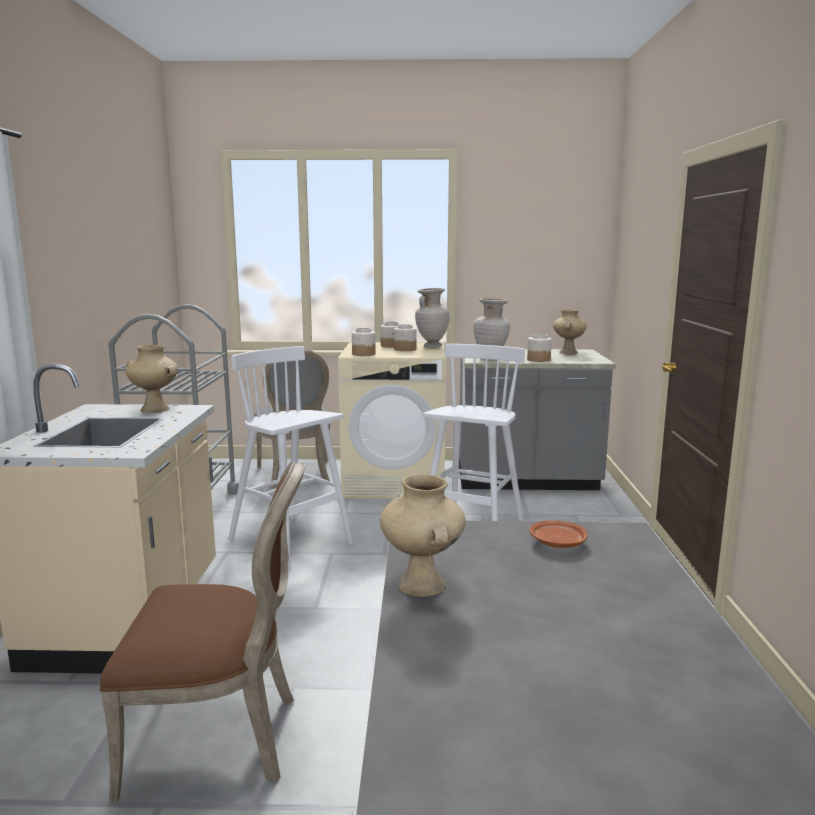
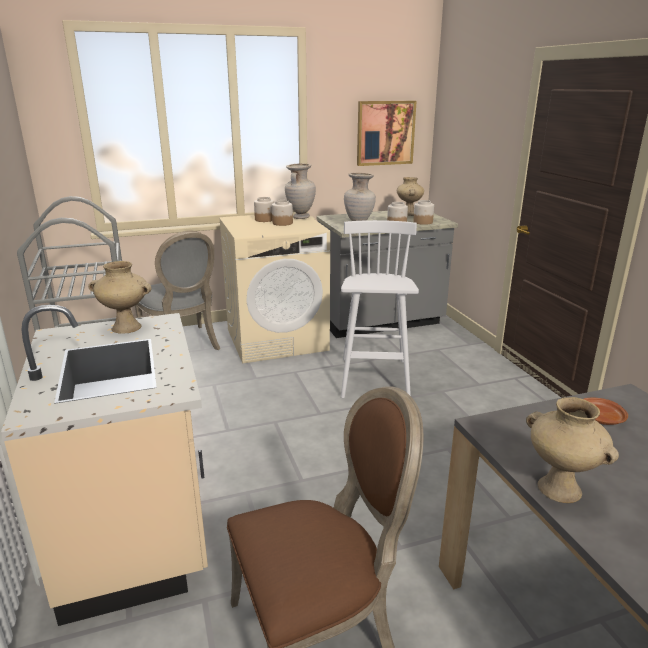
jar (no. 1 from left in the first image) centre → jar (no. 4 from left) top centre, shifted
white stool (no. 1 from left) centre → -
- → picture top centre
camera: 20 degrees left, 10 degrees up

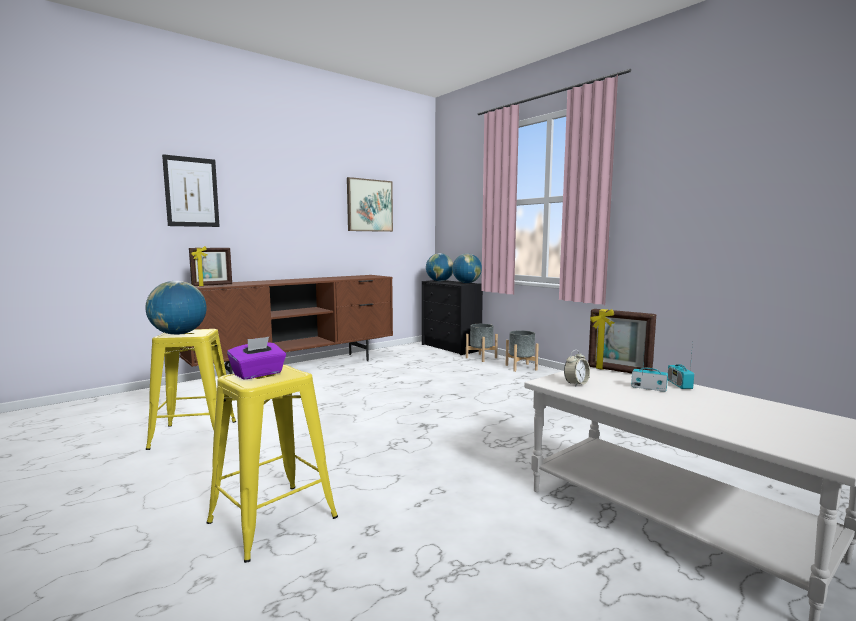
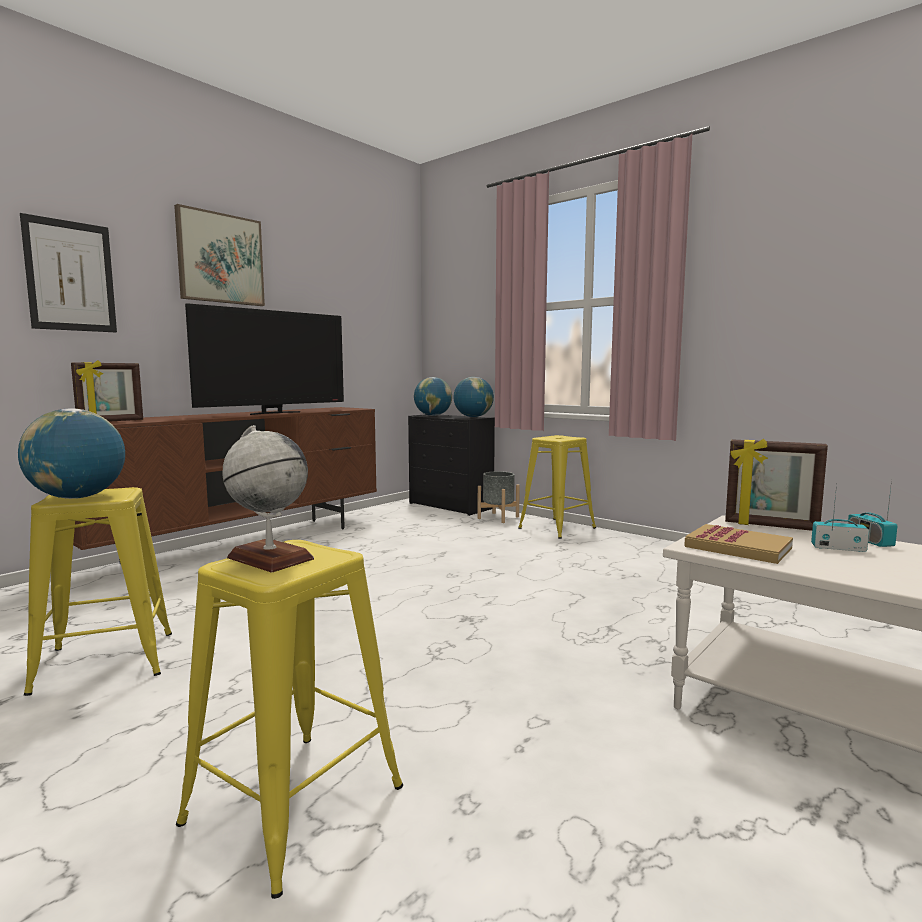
picture (no. 2 from left) top centre → picture (no. 2 from left) top left, shifted
grey planter (no. 2 from left) centre → yellow stool (no. 3 from left) centre
purple tissue box middle left → globe (no. 2 from left) middle left
alarm clock middle right → book middle right
- → television middle left
camera: 10 degrees left, 0 degrees up

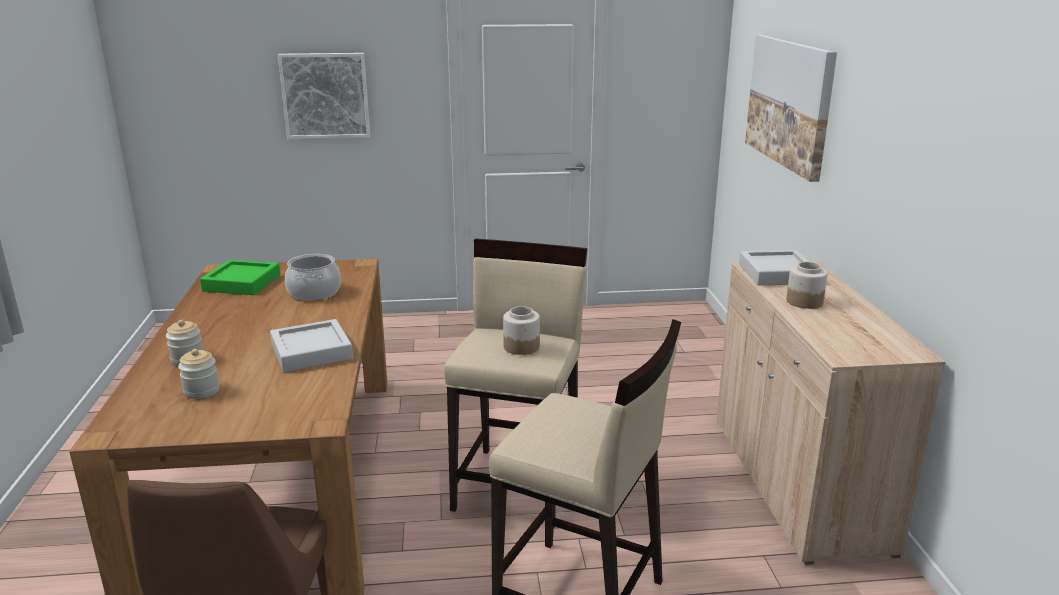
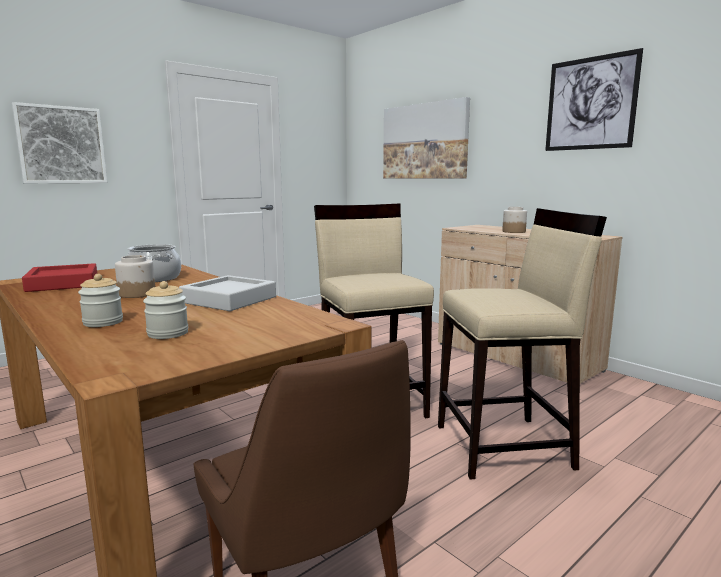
grey tray (no. 2 from left) middle right → -
green tray middle left → red tray middle left
jar (no. 3 from left in the first image) centre → jar (no. 2 from left) middle left, shifted
- → picture (no. 3 from left) top right
camera: 35 degrees left, 10 degrees down

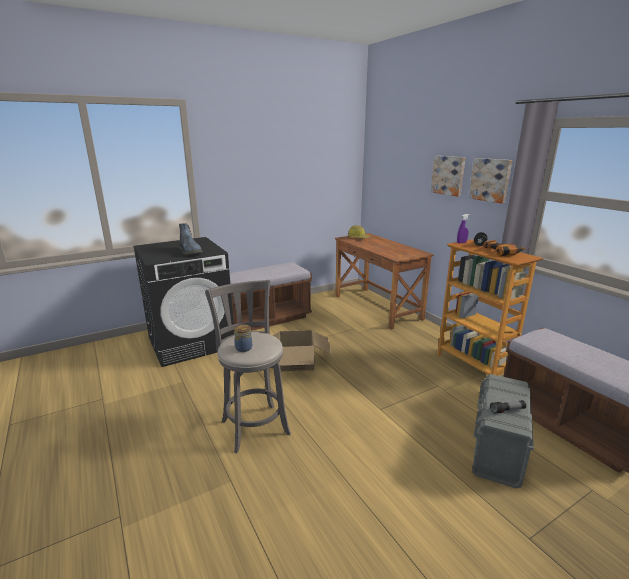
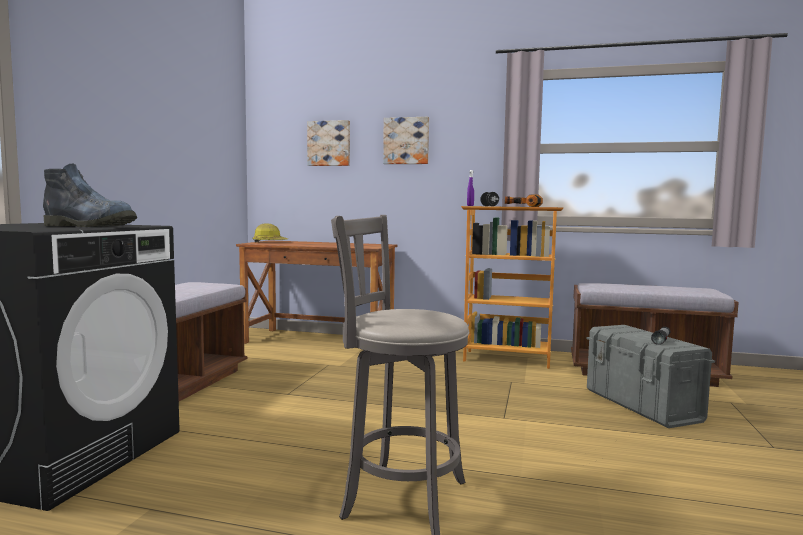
picture (no. 2 from left in the first image) top right → picture (no. 1 from left) top centre, shifted
jar centre → -
cardboard box centre → -
camera: 45 degrees left, 15 degrees down

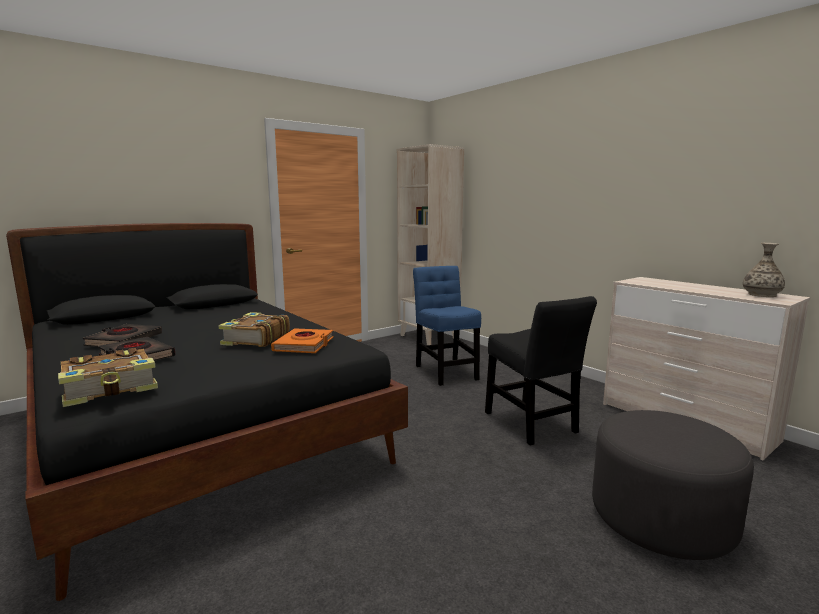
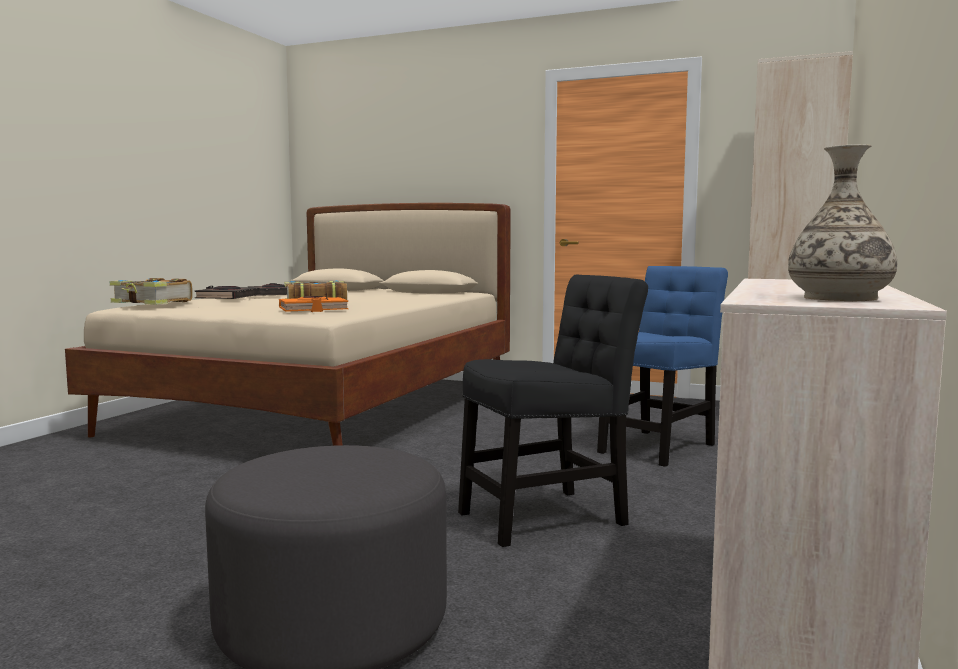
black bed bottom left → beige bed middle left
black chair centre, 150 degrees counterclockwise
camera: 60 degrees right, 5 degrees down

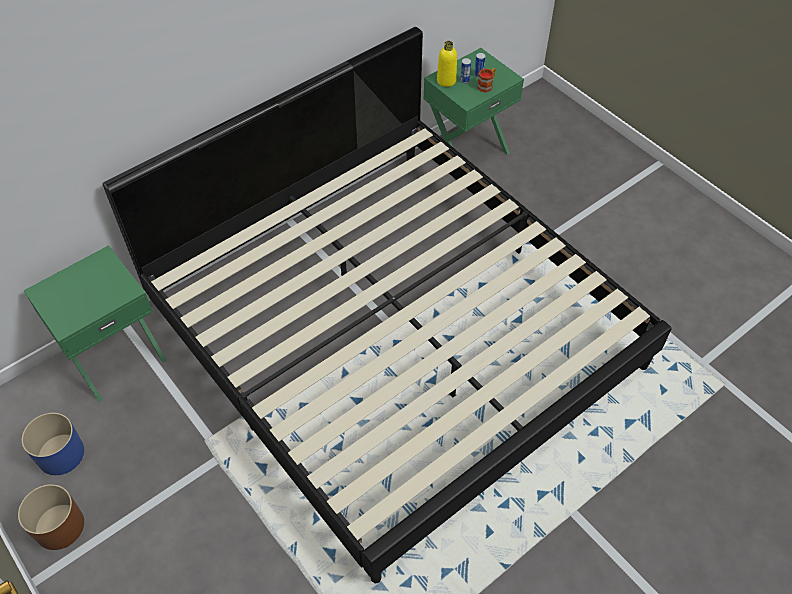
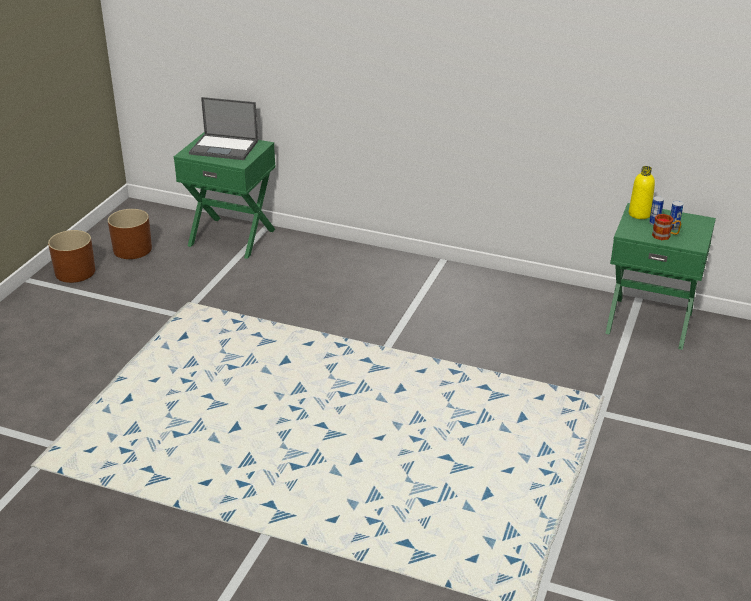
bed centre → -
blue planter bottom left → brown planter (no. 2 from left) middle left
- → laptop top left
camera: 60 degrees right, 20 degrees down

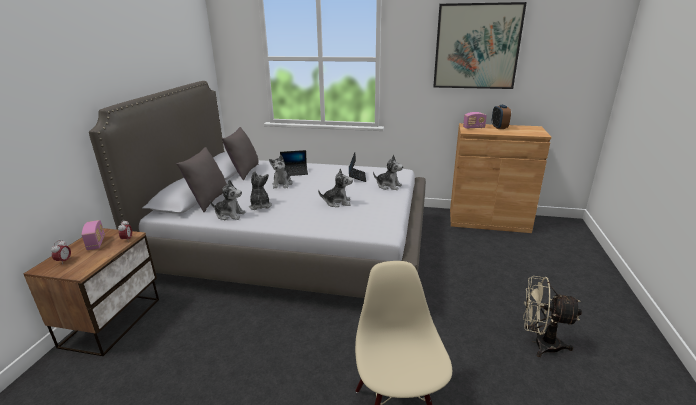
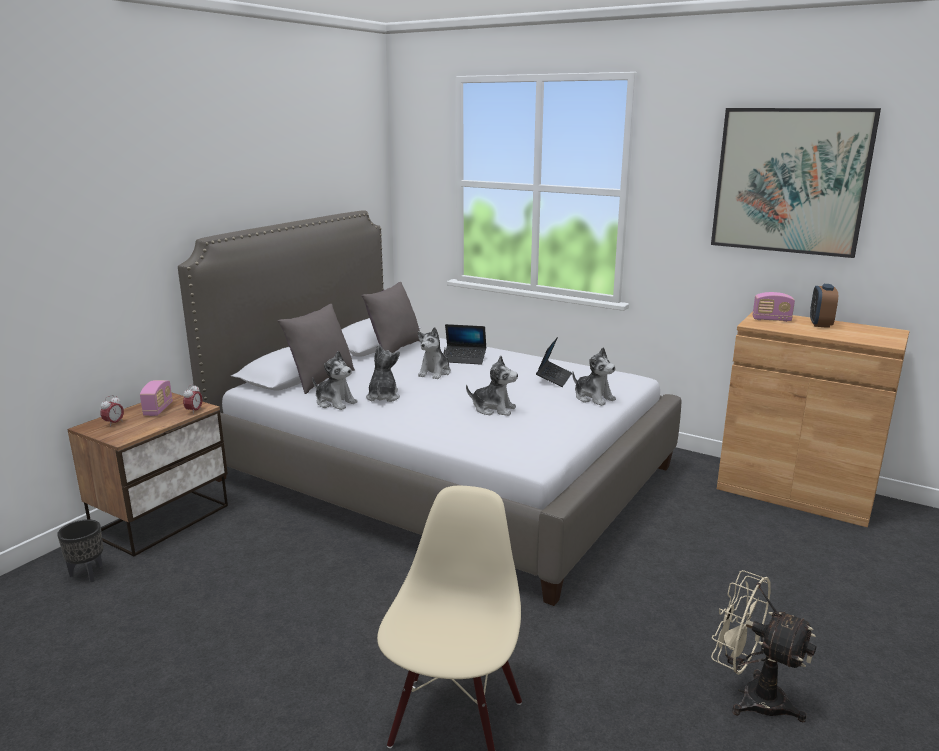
- → black planter bottom left
camera: 20 degrees right, 5 degrees down

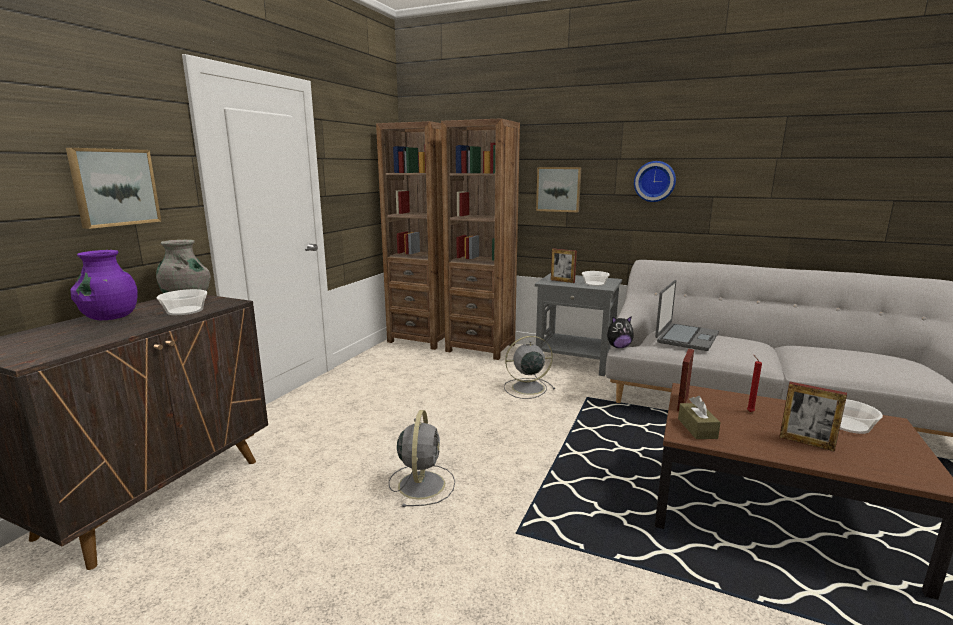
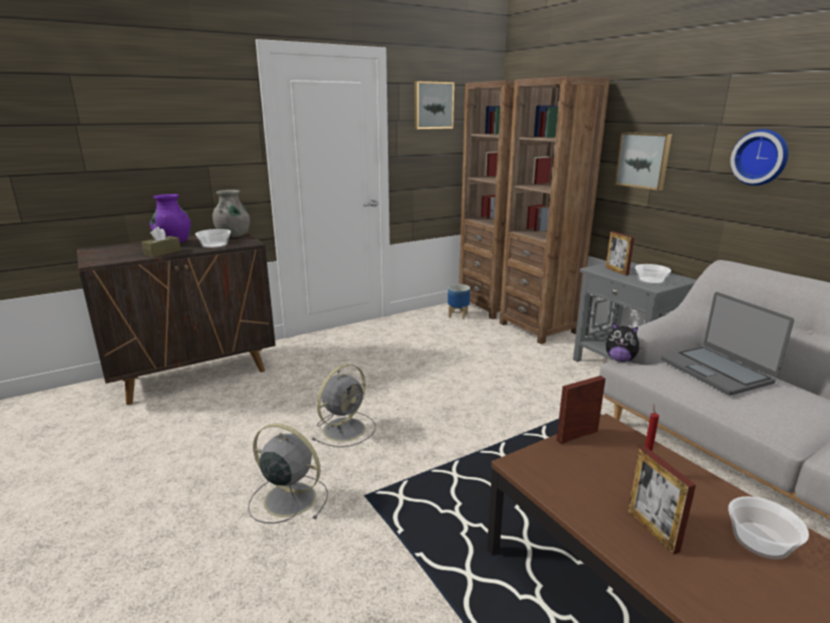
picture (no. 1 from left) top left → picture (no. 1 from left) top centre, shifted
laptop middle right, 90 degrees clockwise
grey fan (no. 2 from left in the first image) centre → grey fan (no. 1 from left) bottom centre, shifted
brown tissue box bottom right → brown tissue box middle left, shifted
- → planter centre
camera: 35 degrees right, 5 degrees up

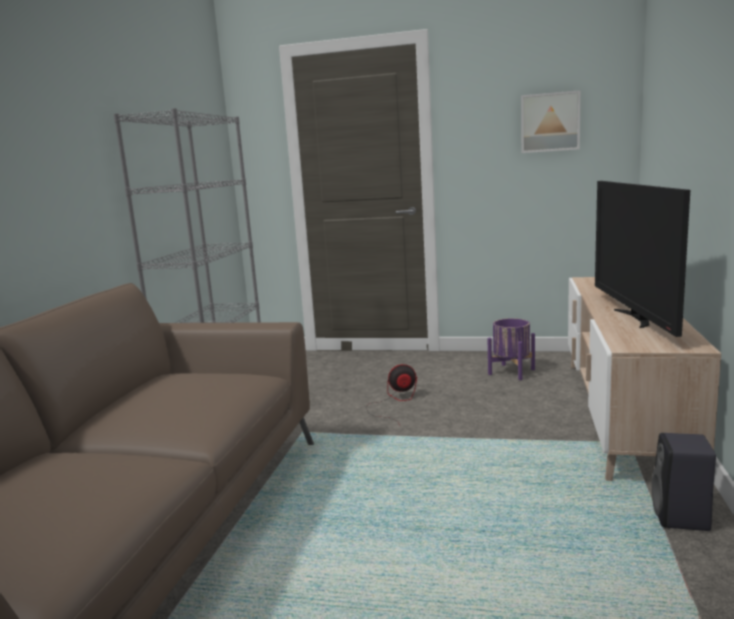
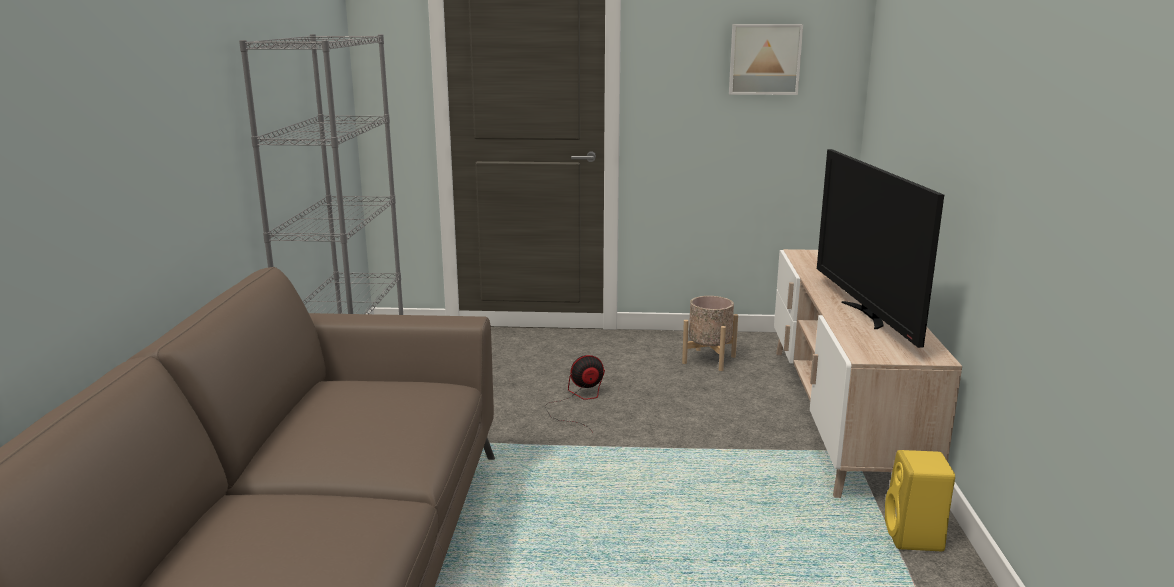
purple planter middle right → beige planter centre
black speaker bottom right → yellow speaker bottom right
camera: 10 degrees left, 5 degrees up

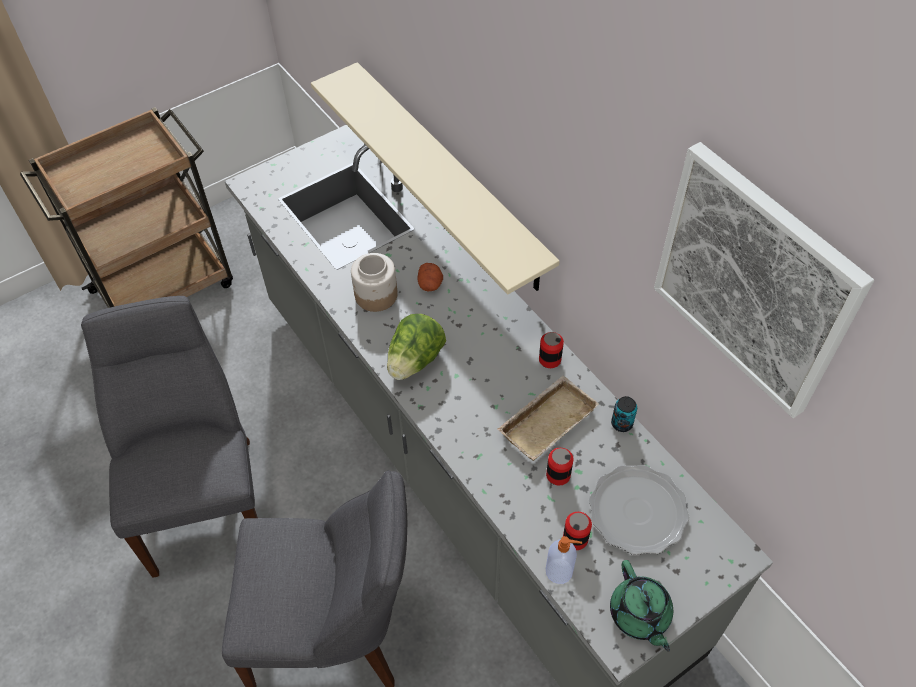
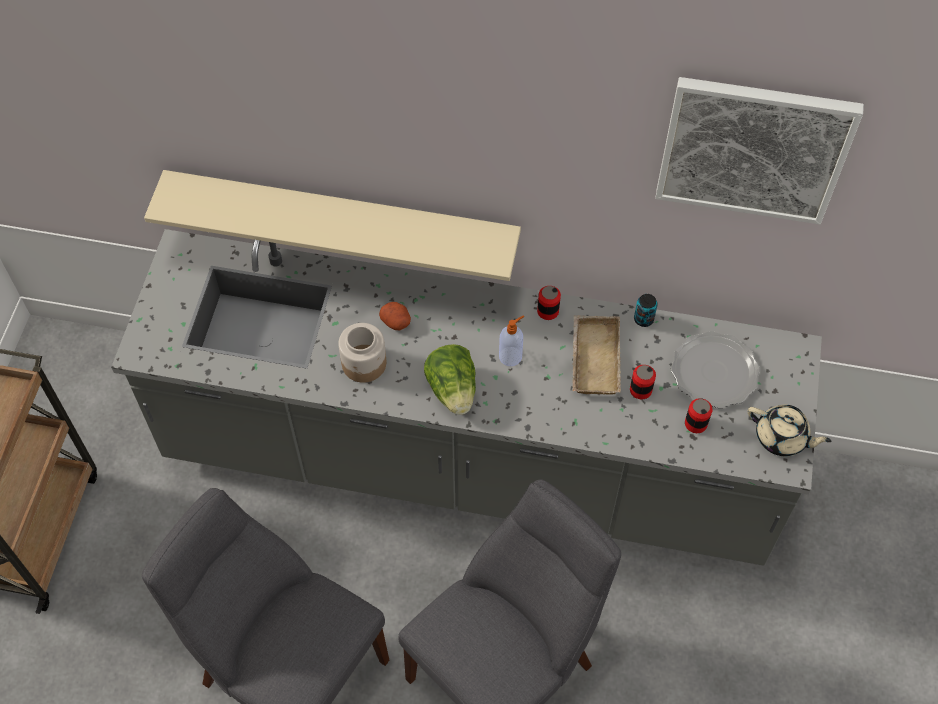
soap dispenser bottom centre → soap dispenser centre, shifted
green teapot bottom right → beige teapot middle right
camera: 45 degrees left, 5 degrees up

